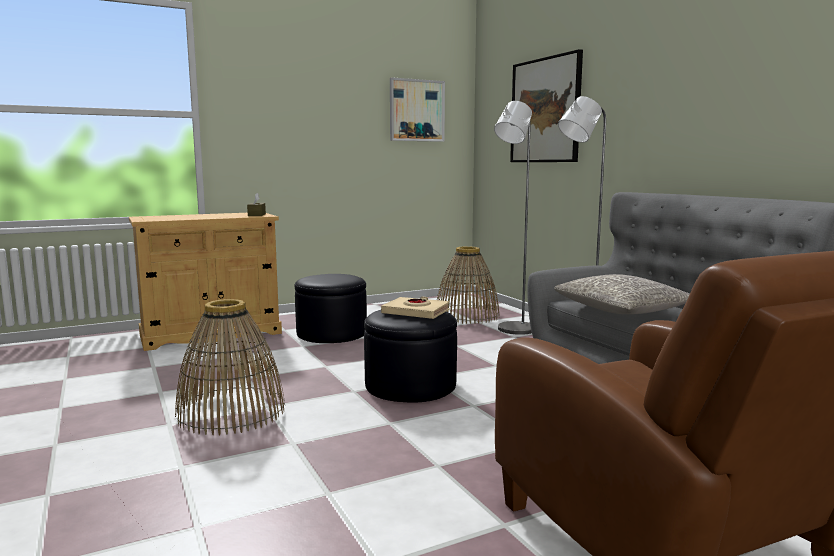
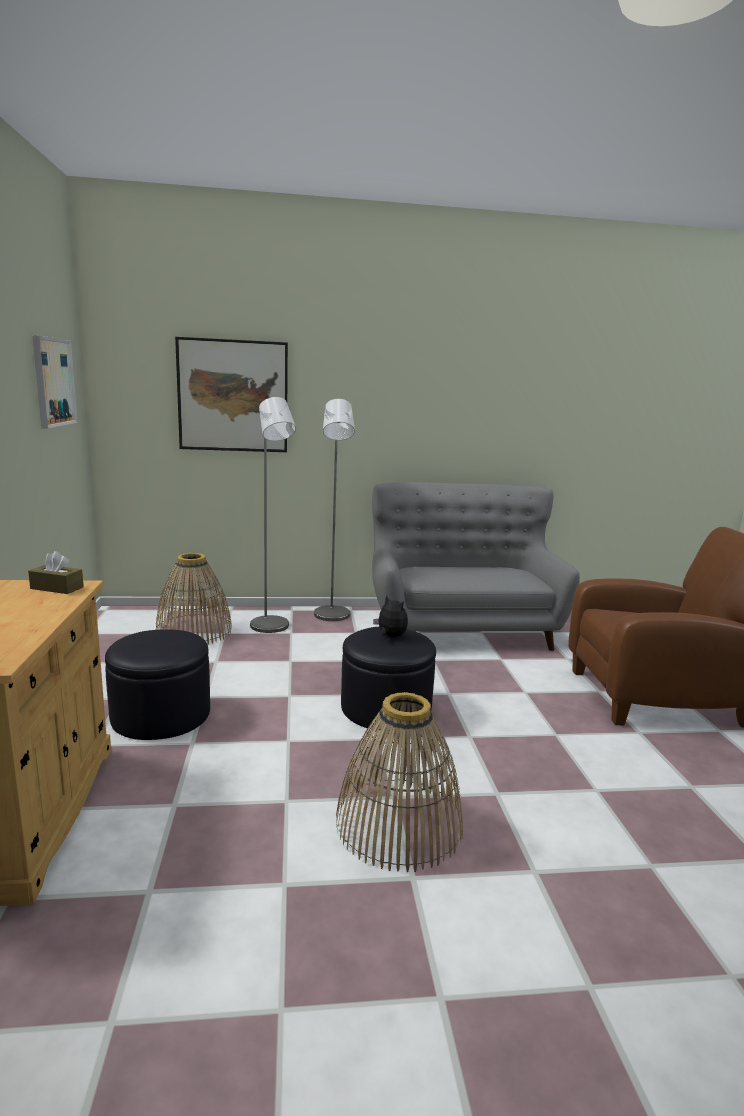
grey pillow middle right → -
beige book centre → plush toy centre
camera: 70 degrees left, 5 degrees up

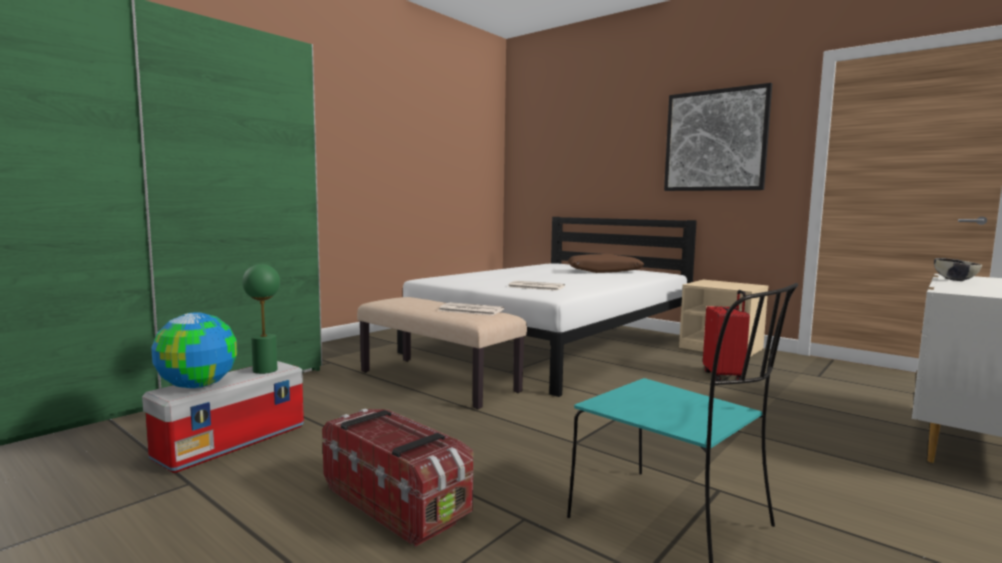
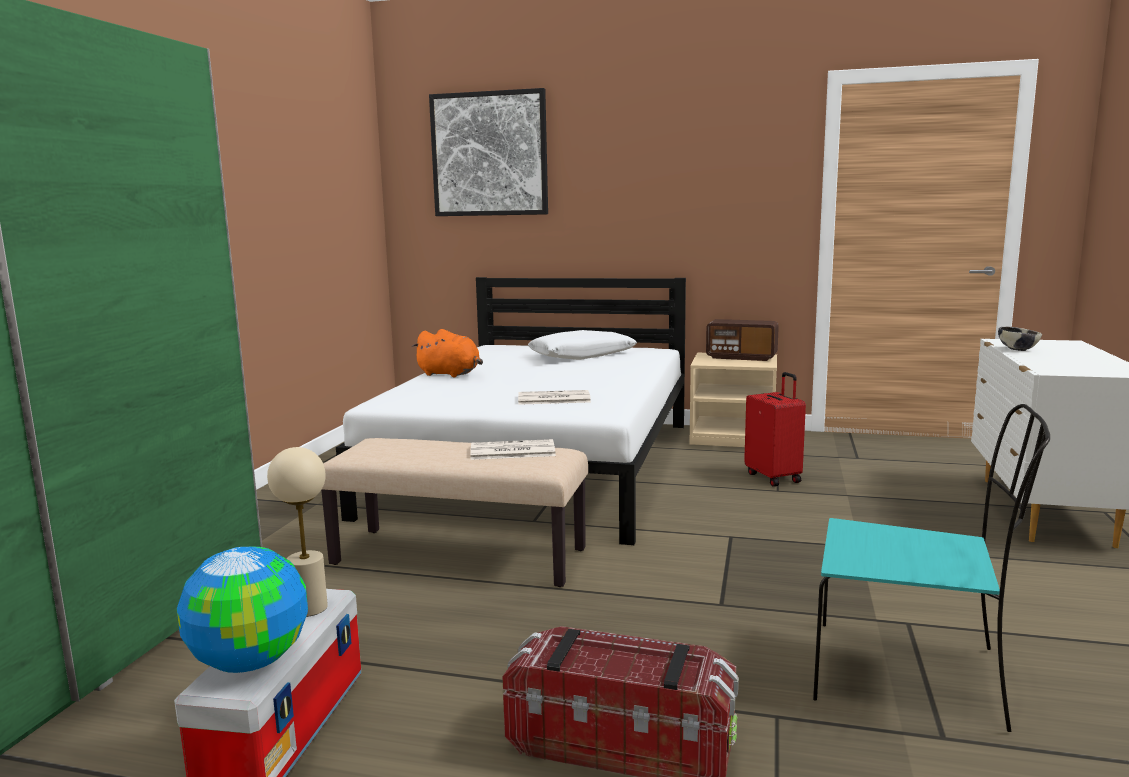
picture top right → picture top centre, shifted
brown pillow centre → white pillow centre
green table lamp middle left → beige table lamp bottom left
- → radio centre
- → orange plush toy centre
camera: 25 degrees left, 5 degrees up

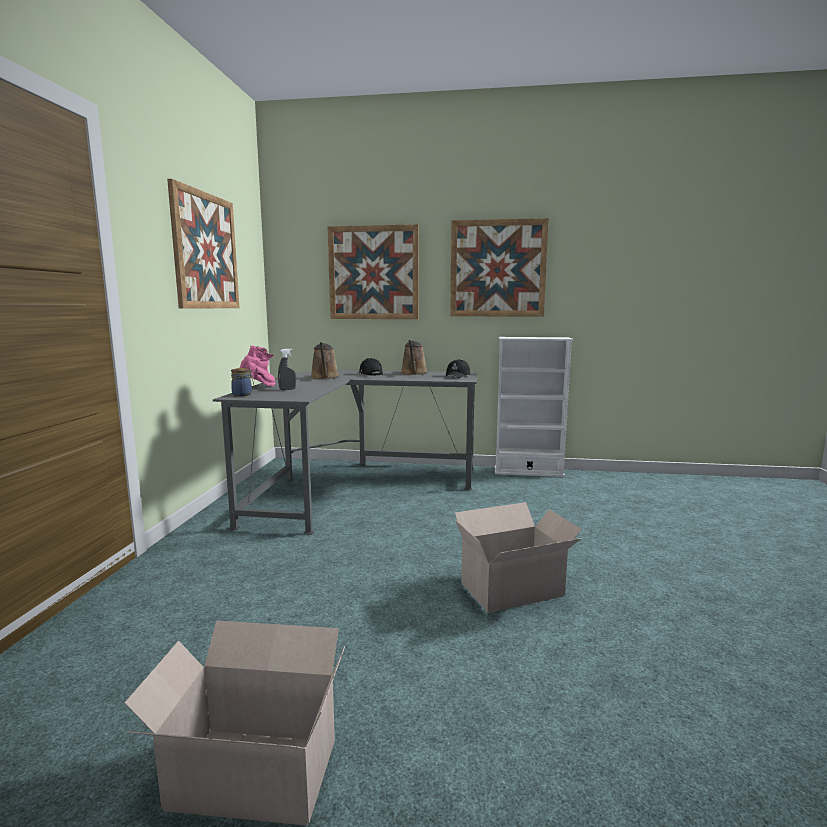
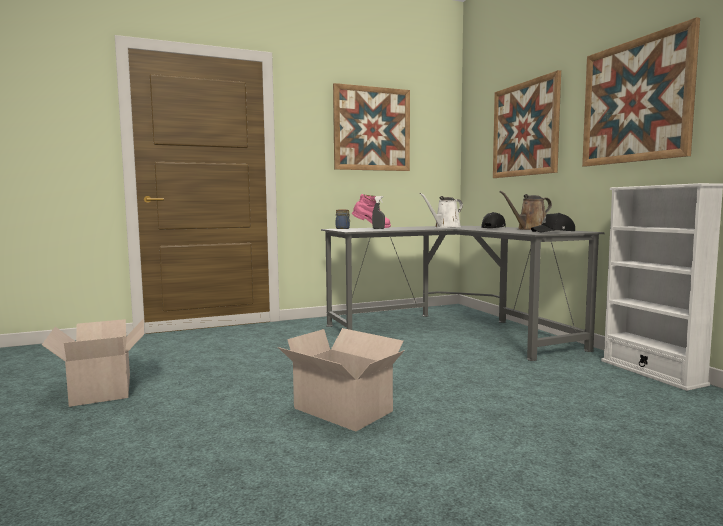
brown watering can (no. 1 from left) centre → white watering can centre
camera: 60 degrees right, 5 degrees down

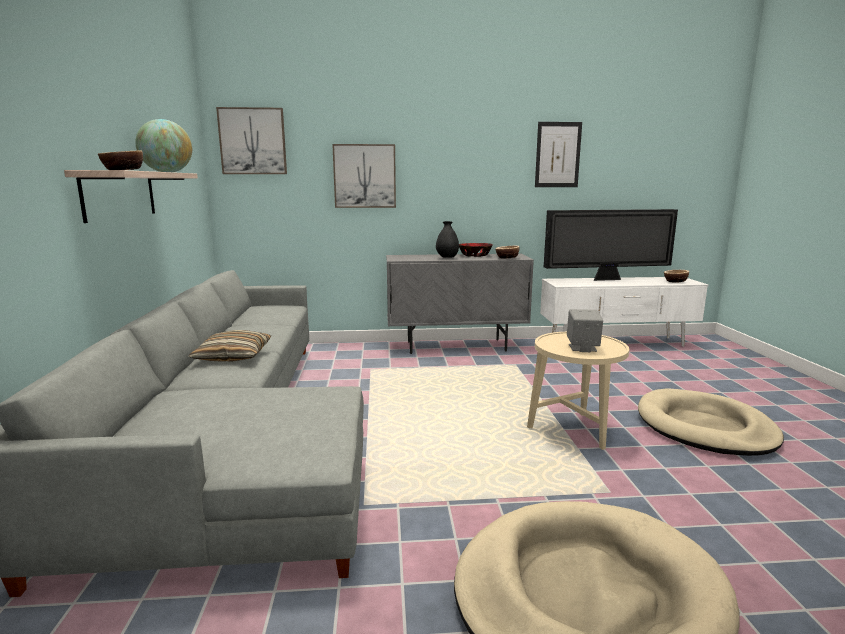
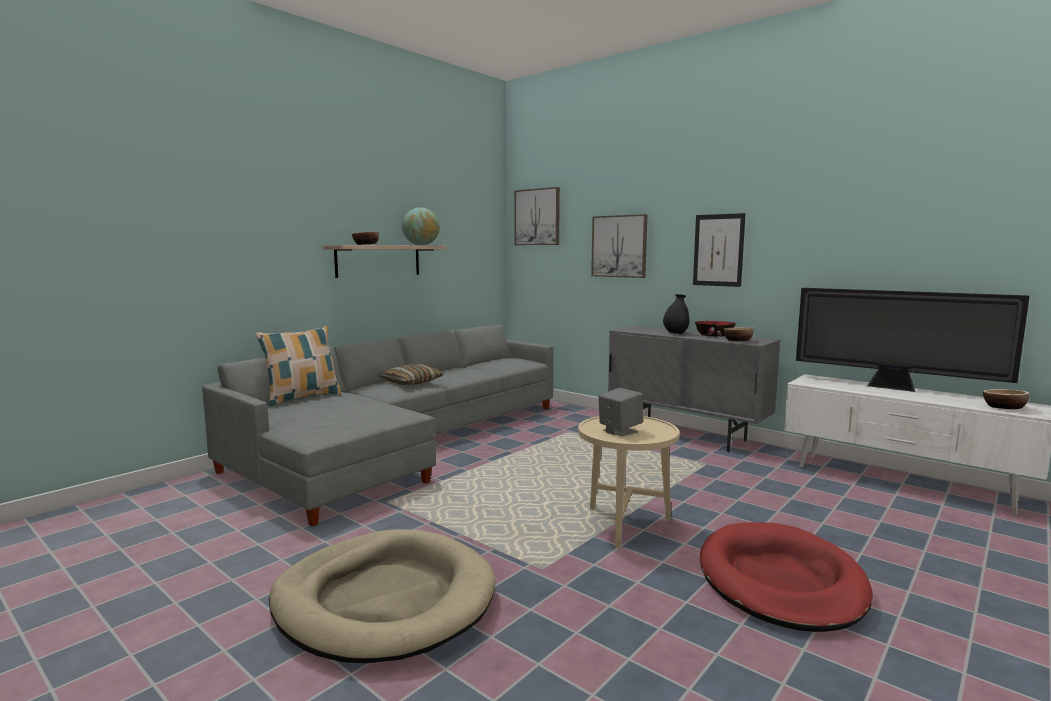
picture (no. 3 from left) top centre → picture (no. 3 from left) middle right, shifted
beige dog bed (no. 2 from left) middle right → red dog bed bottom right
- → pillow (no. 1 from left) middle left
camera: 45 degrees right, 5 degrees down

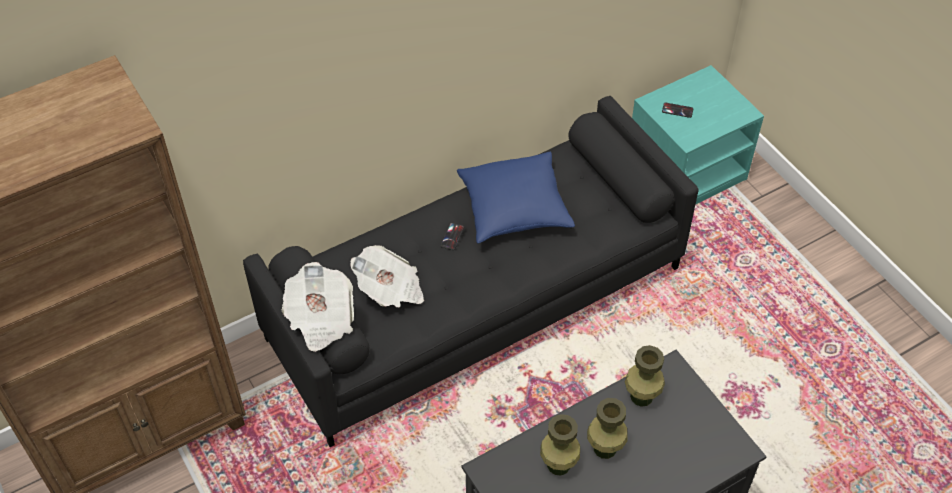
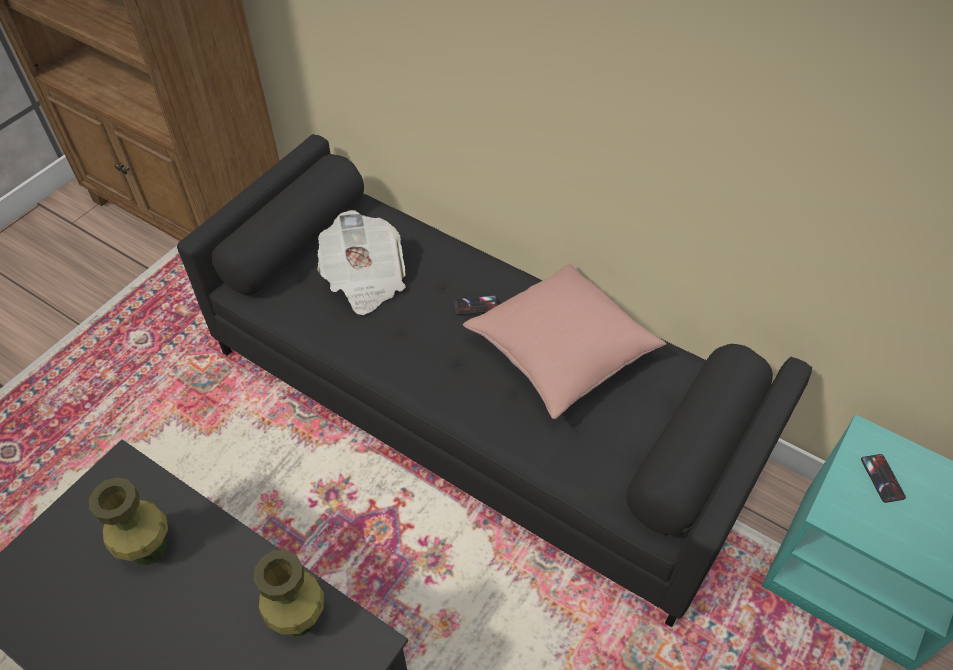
blue pillow centre → pink pillow centre
newspaper (no. 1 from left) middle left → -
green vase (no. 2 from left) bottom centre → -
camera: 65 degrees right, 0 degrees up

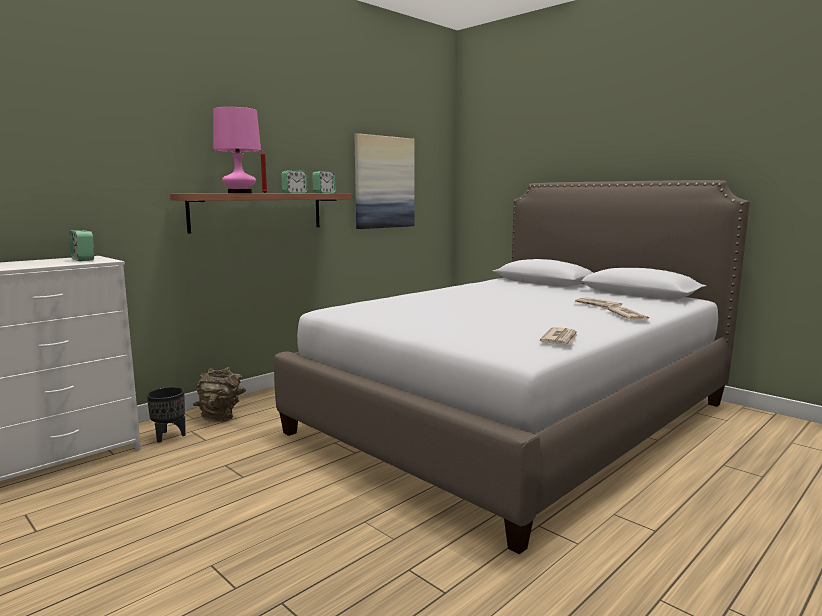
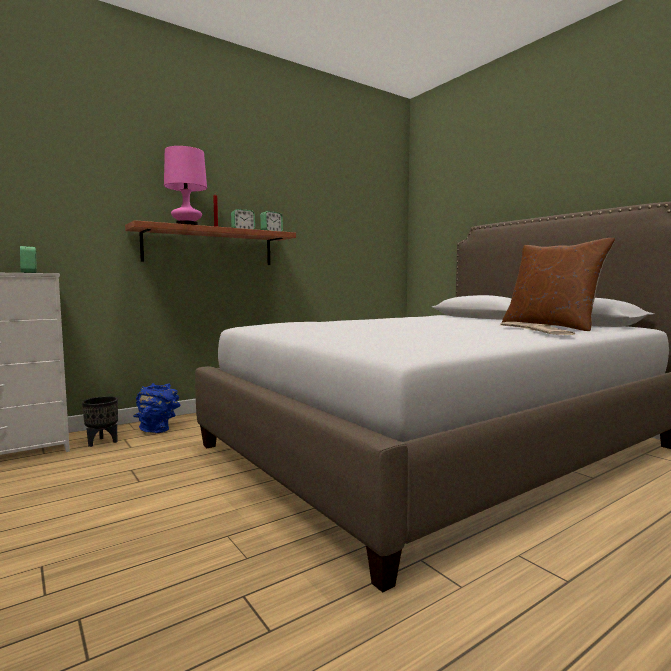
picture top centre → -
newspaper (no. 1 from left) middle right → -
brown vase middle left → blue vase middle left
- → brown pillow middle right
camera: 10 degrees right, 5 degrees down

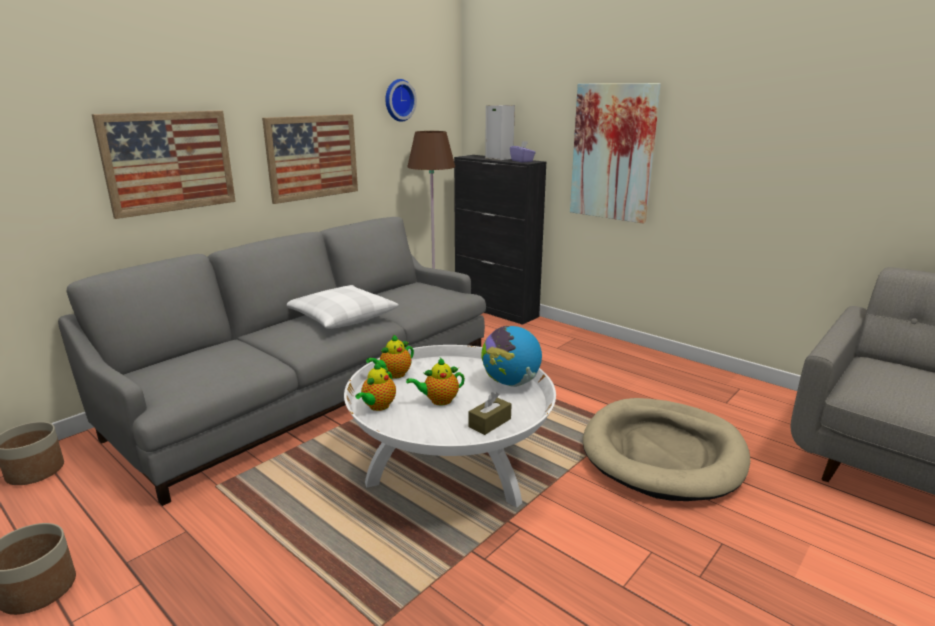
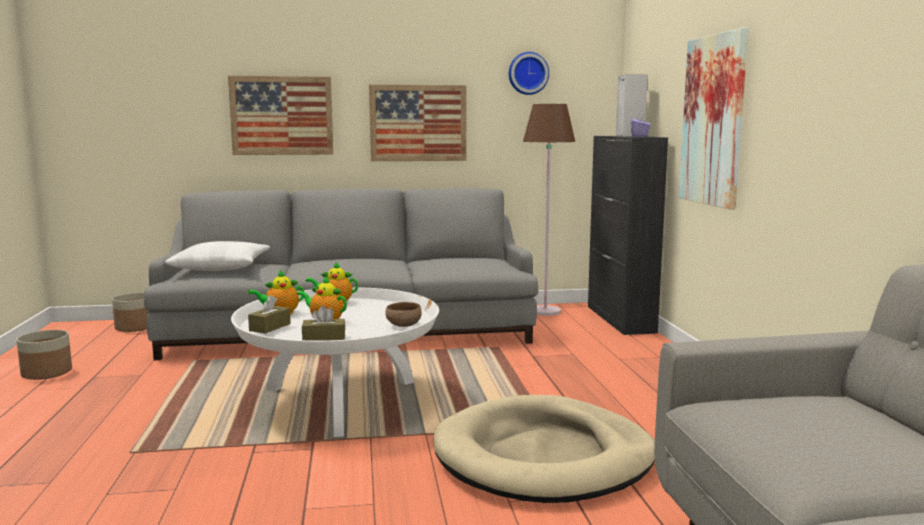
white pillow centre → white pillow middle left, shifted
globe centre → brown bowl centre
- → brown tissue box (no. 1 from left) middle left
camera: 40 degrees right, 10 degrees down

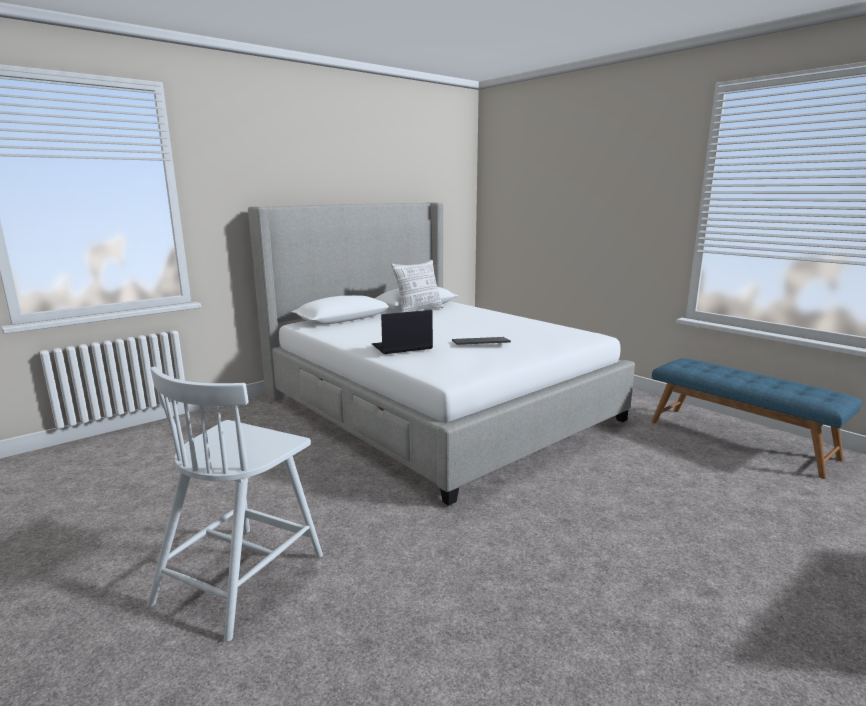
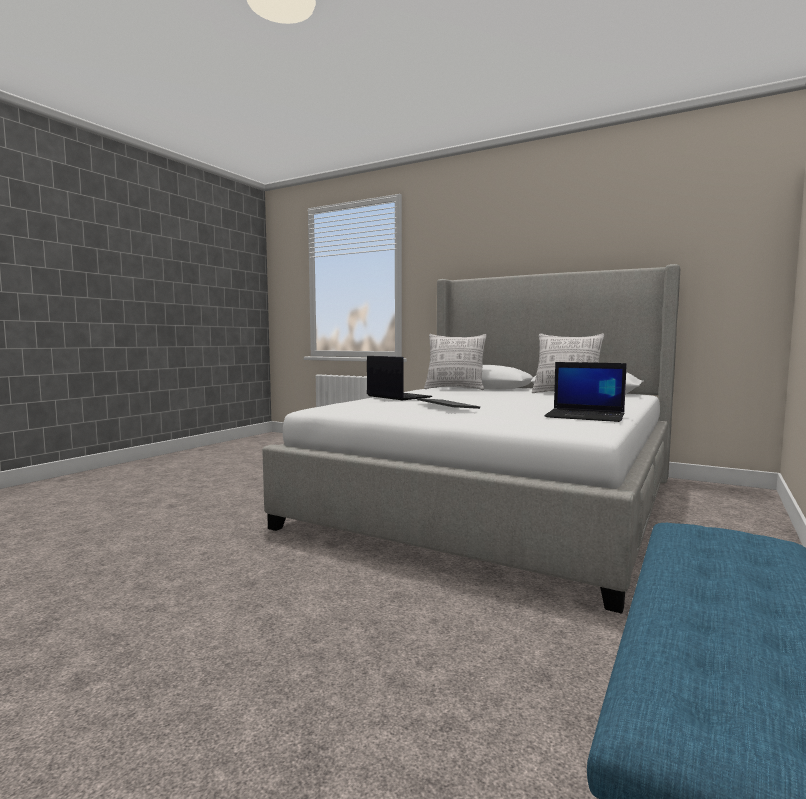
white chair bottom left → -
- → pillow (no. 1 from left) centre
- → laptop (no. 2 from left) middle right
camera: 70 degrees right, 10 degrees down

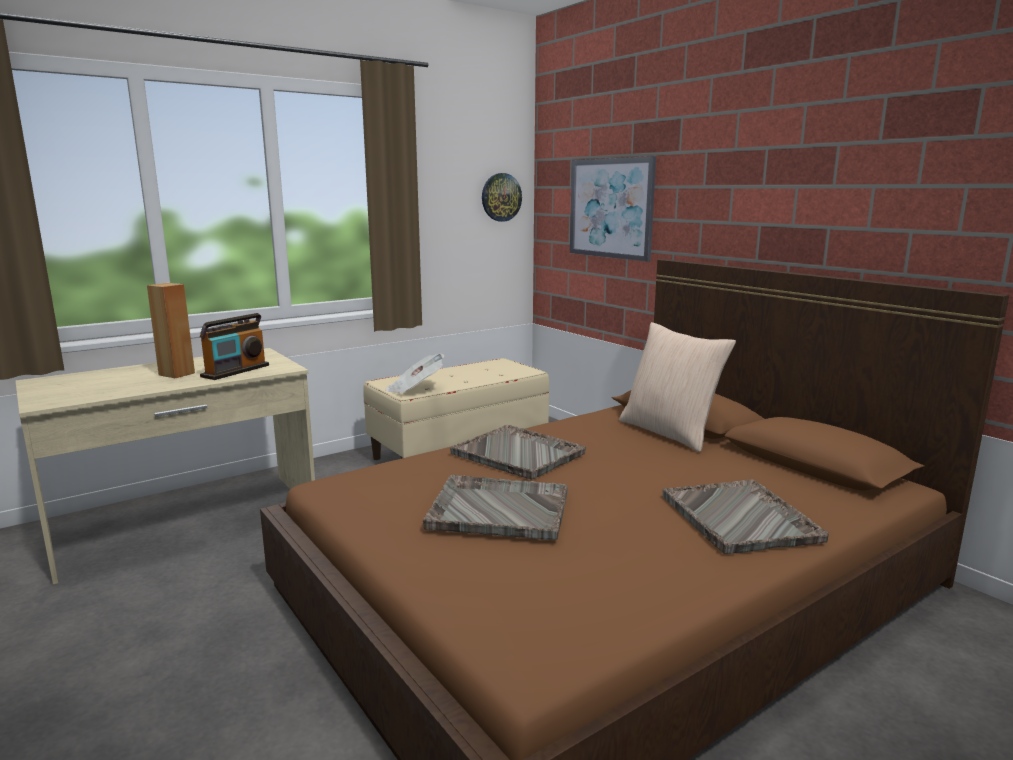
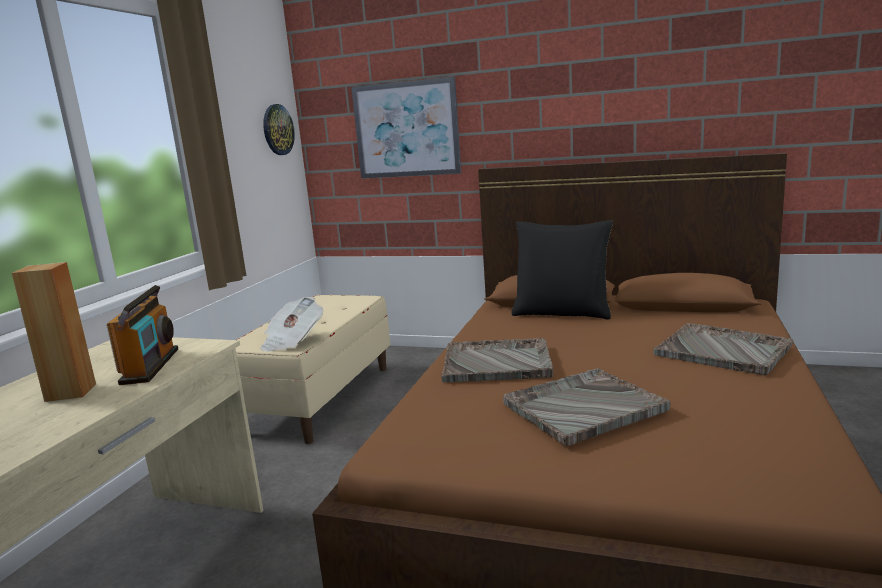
beige pillow middle right → black pillow centre
camera: 35 degrees left, 0 degrees up

